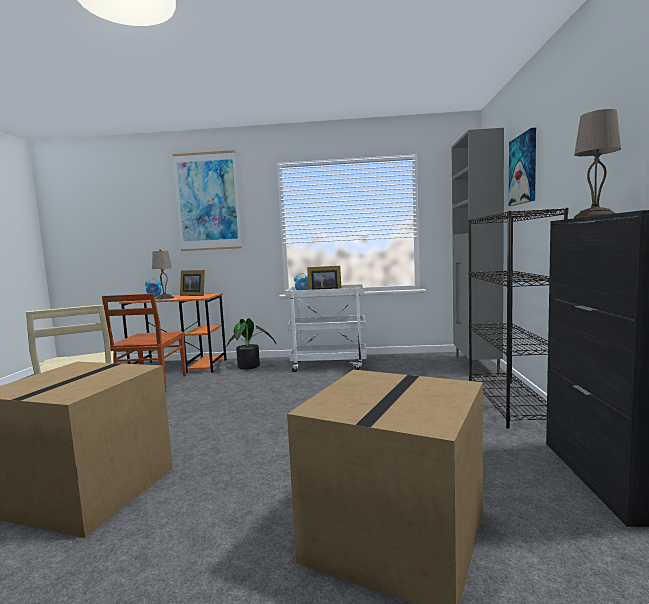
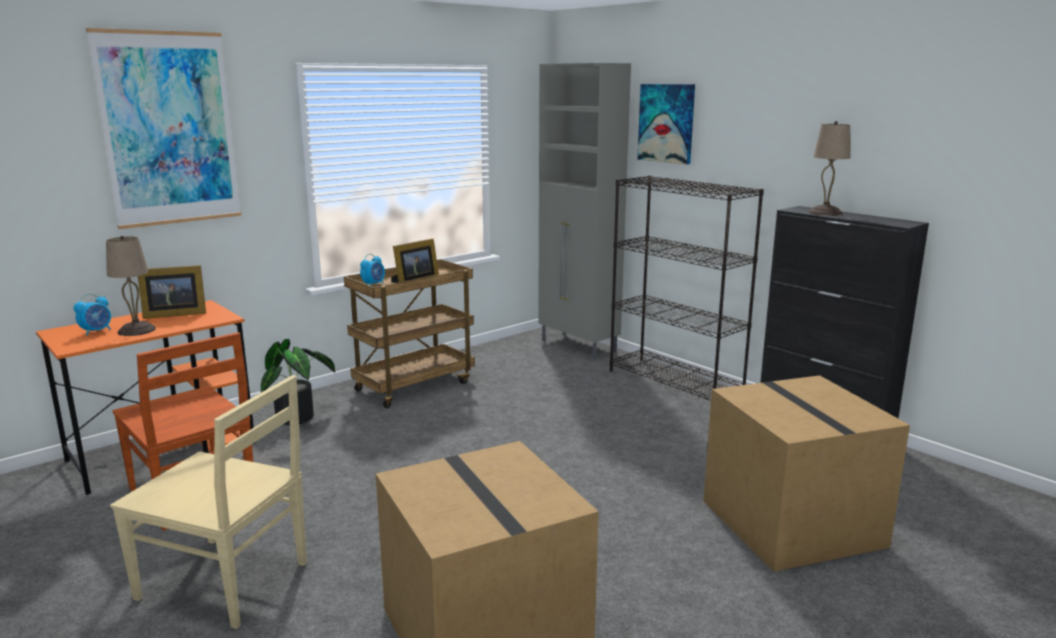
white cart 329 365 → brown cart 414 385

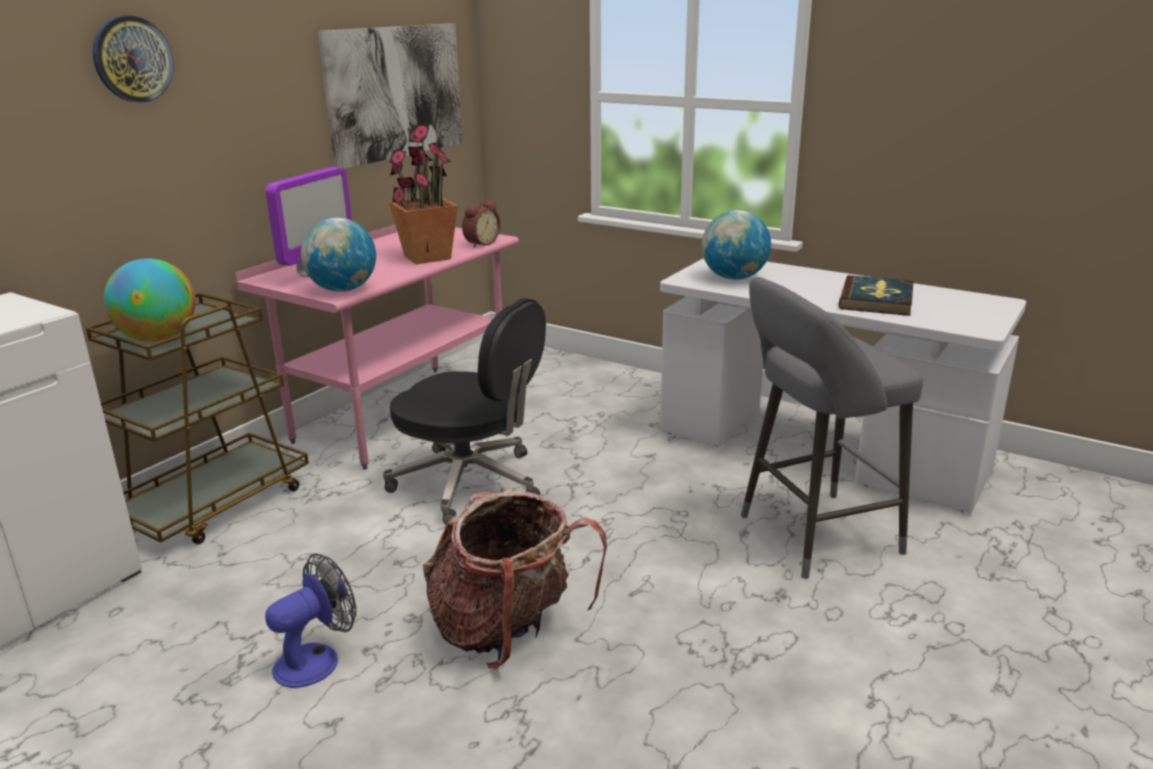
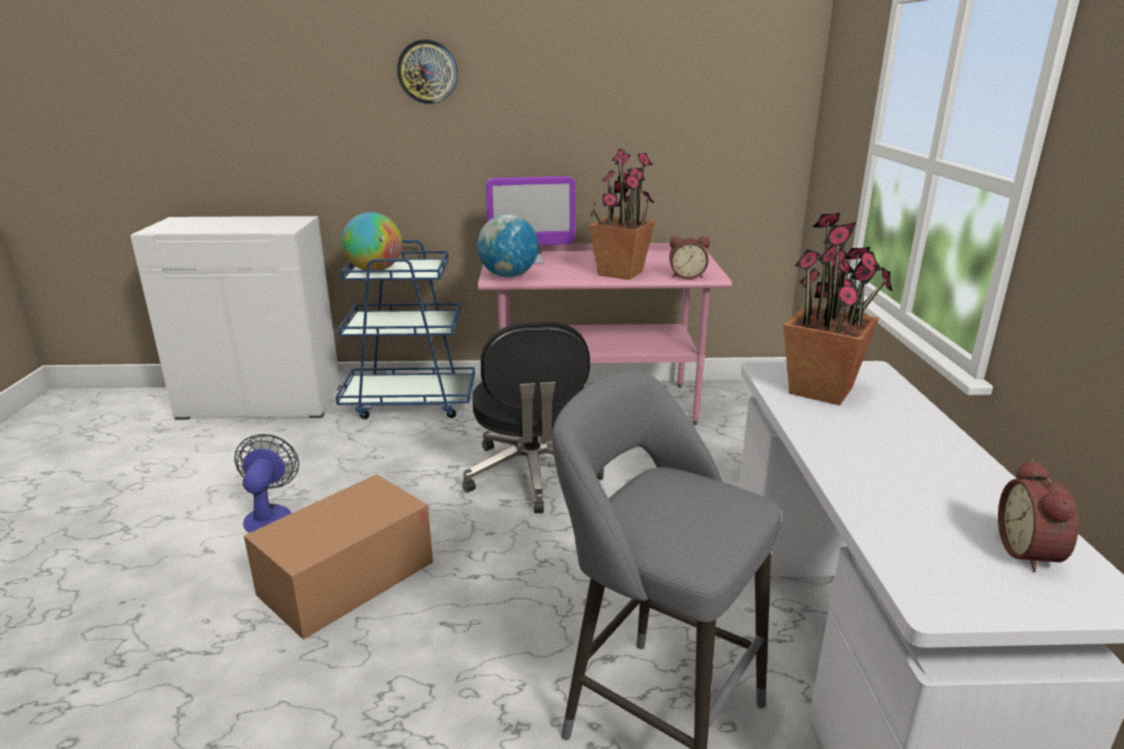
picture 396 92 → -
bound book 877 300 → -
- → bedside clock 1031 553
knapsack 508 631 → cardboard box 347 578
globe 734 278 → potted plant 822 390
brown cart 214 504 → bluish cart 410 402
cooling fan 316 659 → cooling fan 269 514, 105 degrees counterclockwise

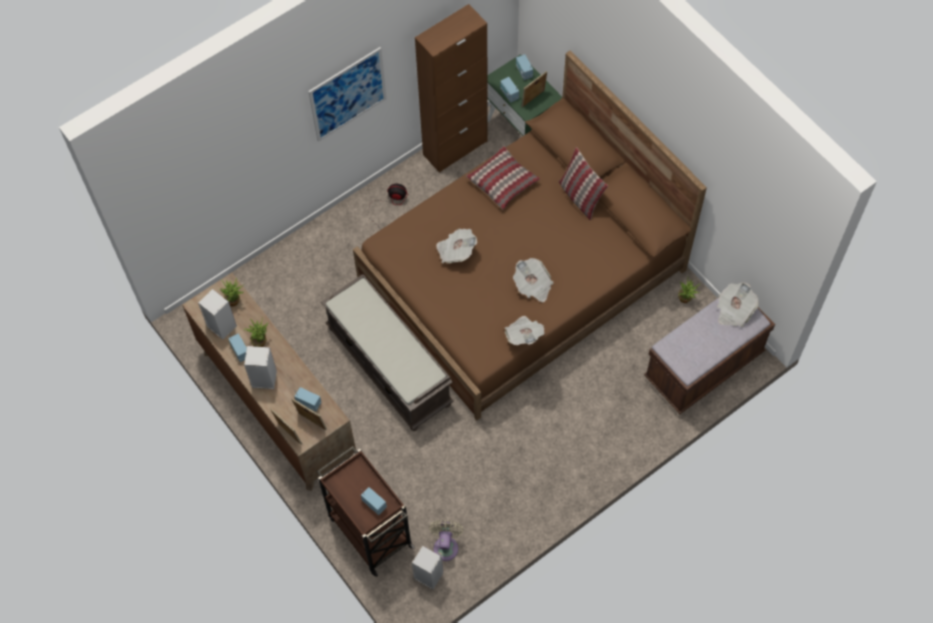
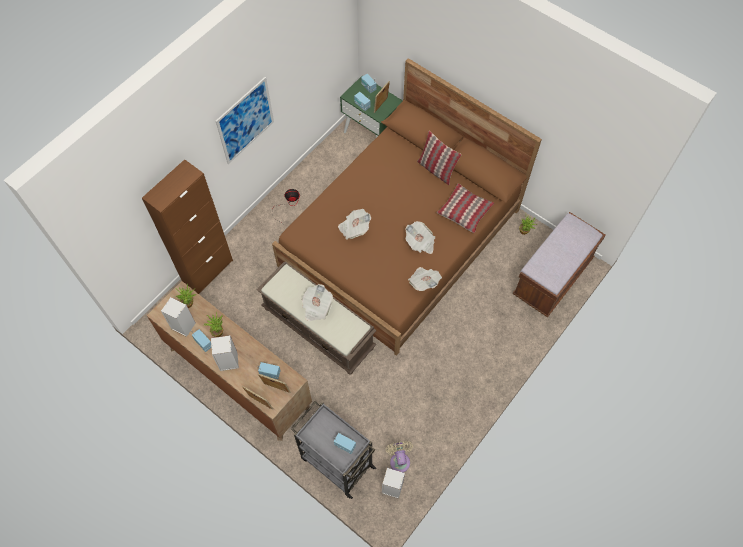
brown storage cabinet 455 148 → brown storage cabinet 208 271, relocated
throw pillow 502 182 → throw pillow 464 211, relocated
printed paper 734 310 → printed paper 316 307, relocated
brown cart 369 530 → greyish cart 336 462

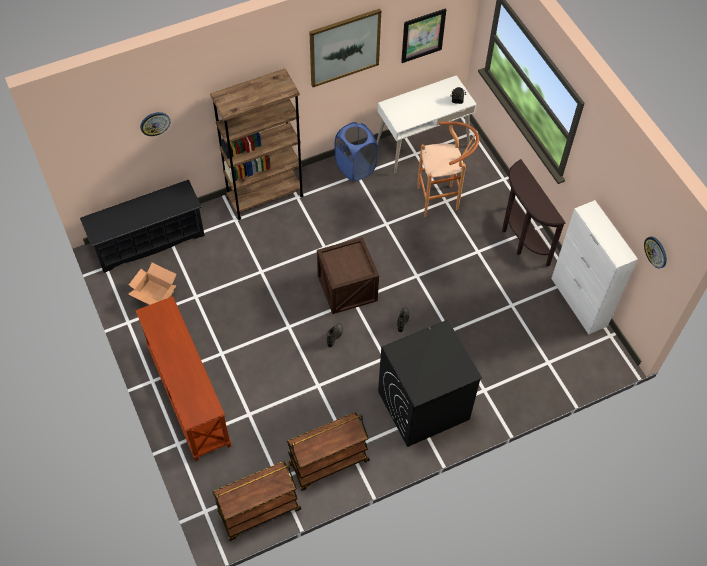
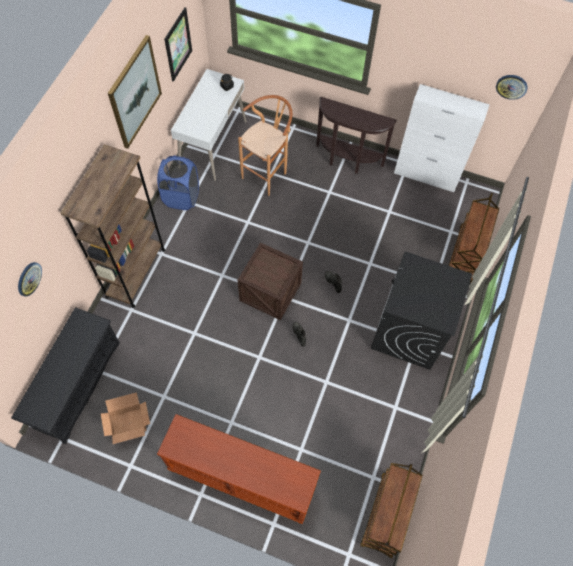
brown cart 328 463 → brown cart 465 255, relocated

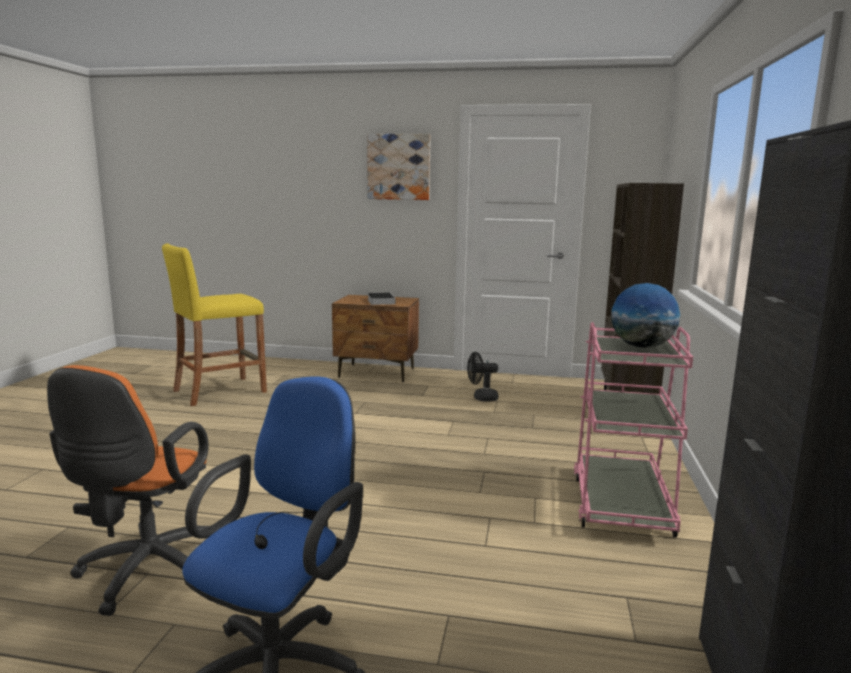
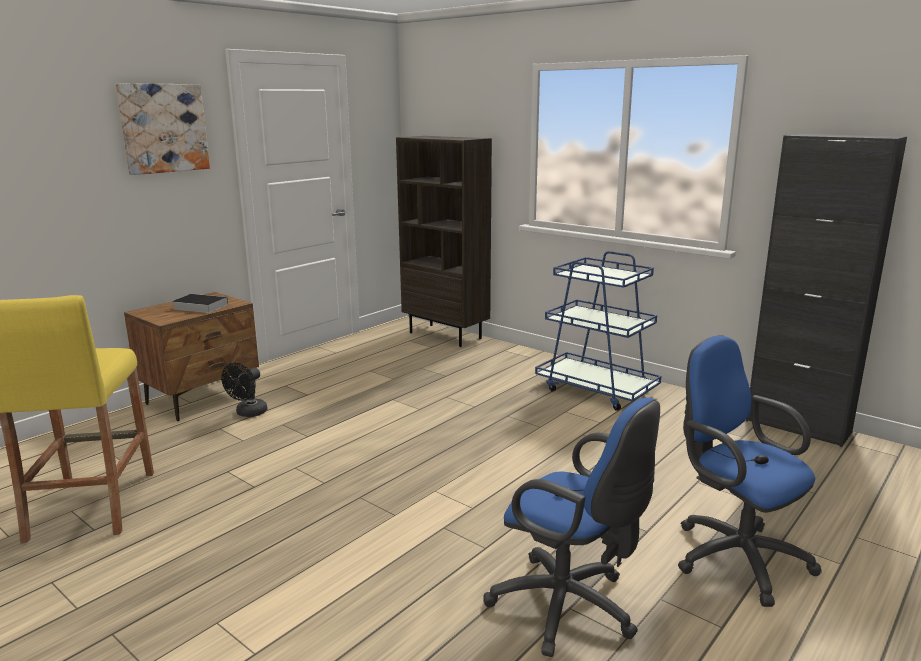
globe 642 347 → -
black-coloured cooling fan 481 398 → black-coloured cooling fan 248 413, relocated
orange-coloured desk chair 145 574 → bluish desk chair 570 609
pink-coloured cart 621 504 → bluish cart 596 390

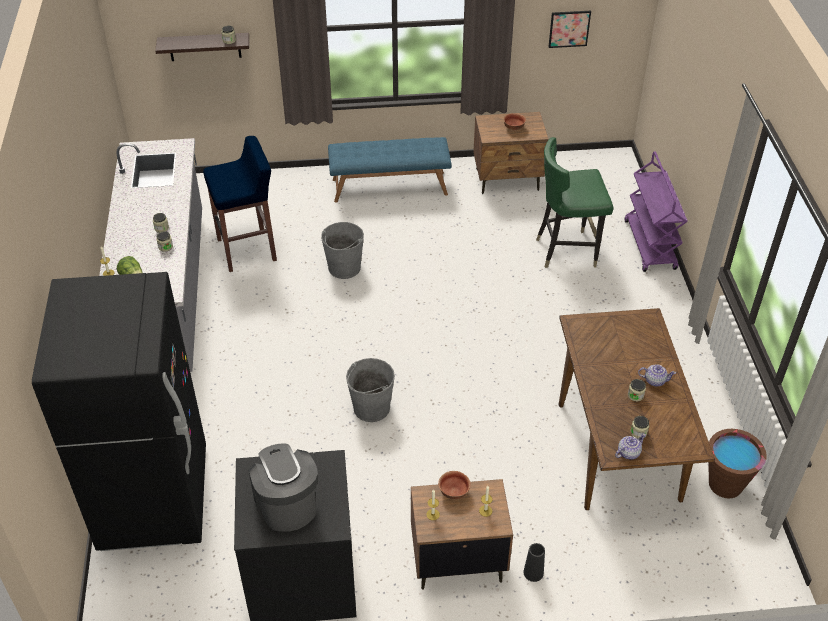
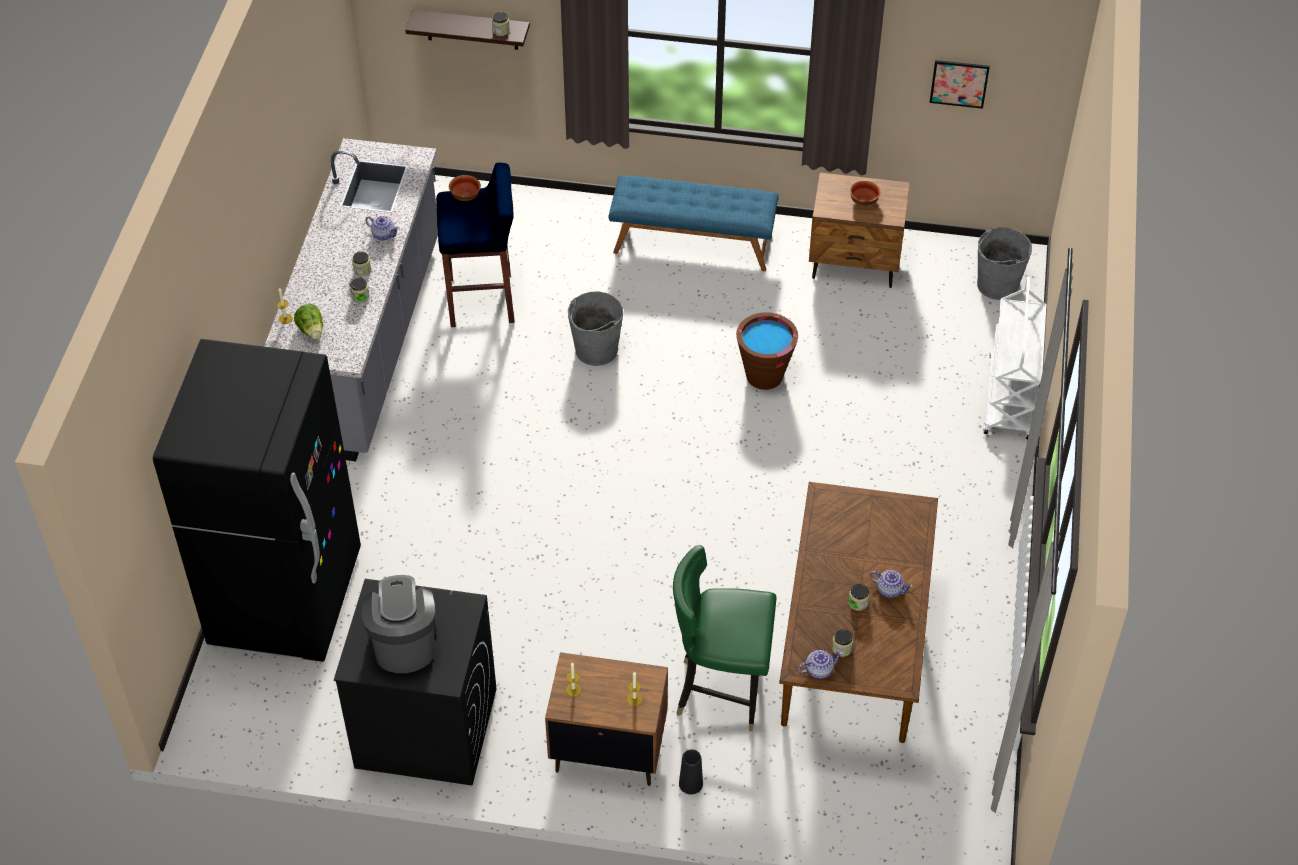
- → pot for tea 383 234
greyish bucket 371 408 → greyish bucket 997 285, relocated
deep dish 454 491 → deep dish 465 196, relocated
greenish chair 567 250 → greenish chair 721 691, relocated
brown bucket 725 484 → brown bucket 764 375, relocated
purple cart 650 245 → white cart 1009 398

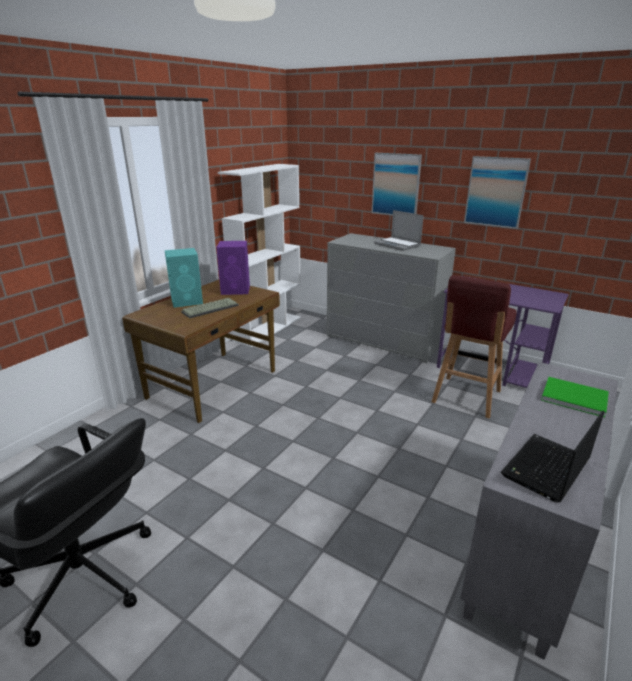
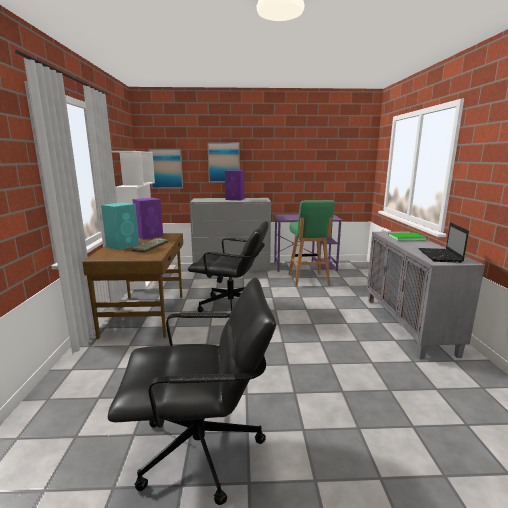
- → black-coloured desk chair 231 306
picture 496 192 → picture 166 168, relocated
portable computer 398 245 → purple audio speaker 235 199
red stool seat 465 397 → greenish stool seat 308 280

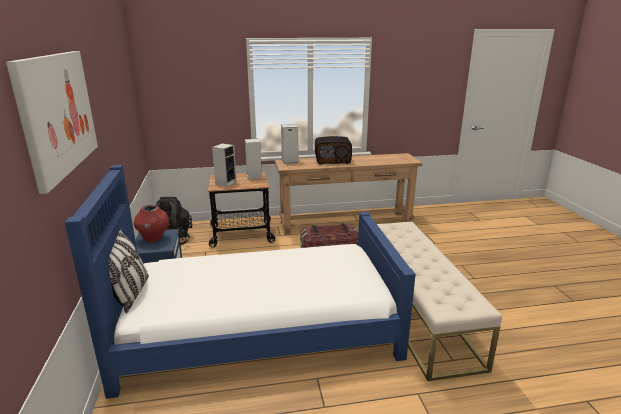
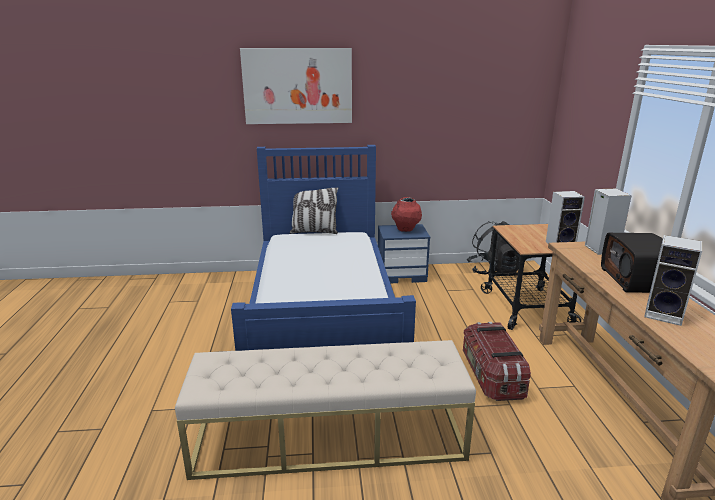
audio speaker 226 183 → audio speaker 665 315, relocated

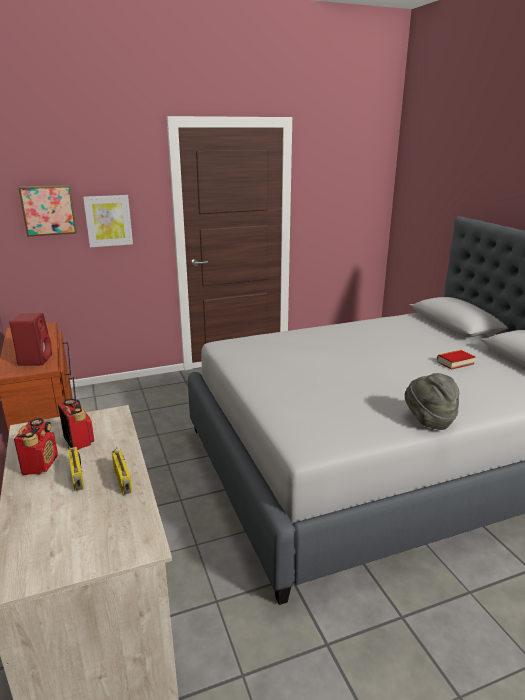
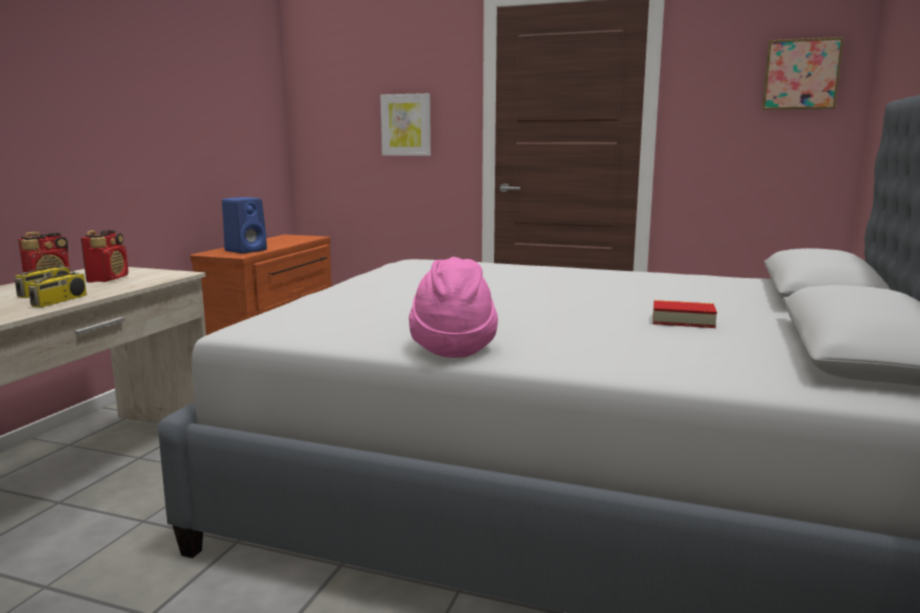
picture 48 210 → picture 801 74, relocated
red audio speaker 35 359 → bluish audio speaker 246 250
greyish hat 428 420 → pink-coloured hat 453 347

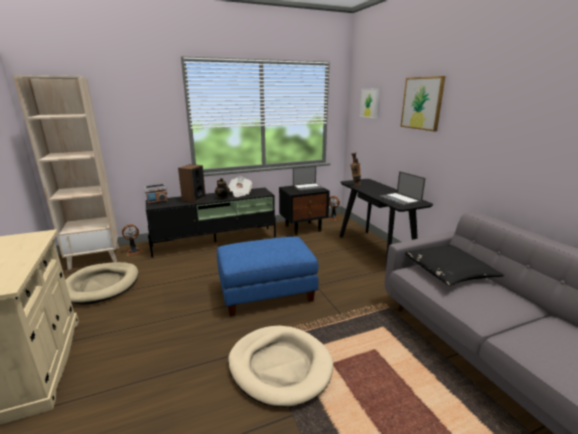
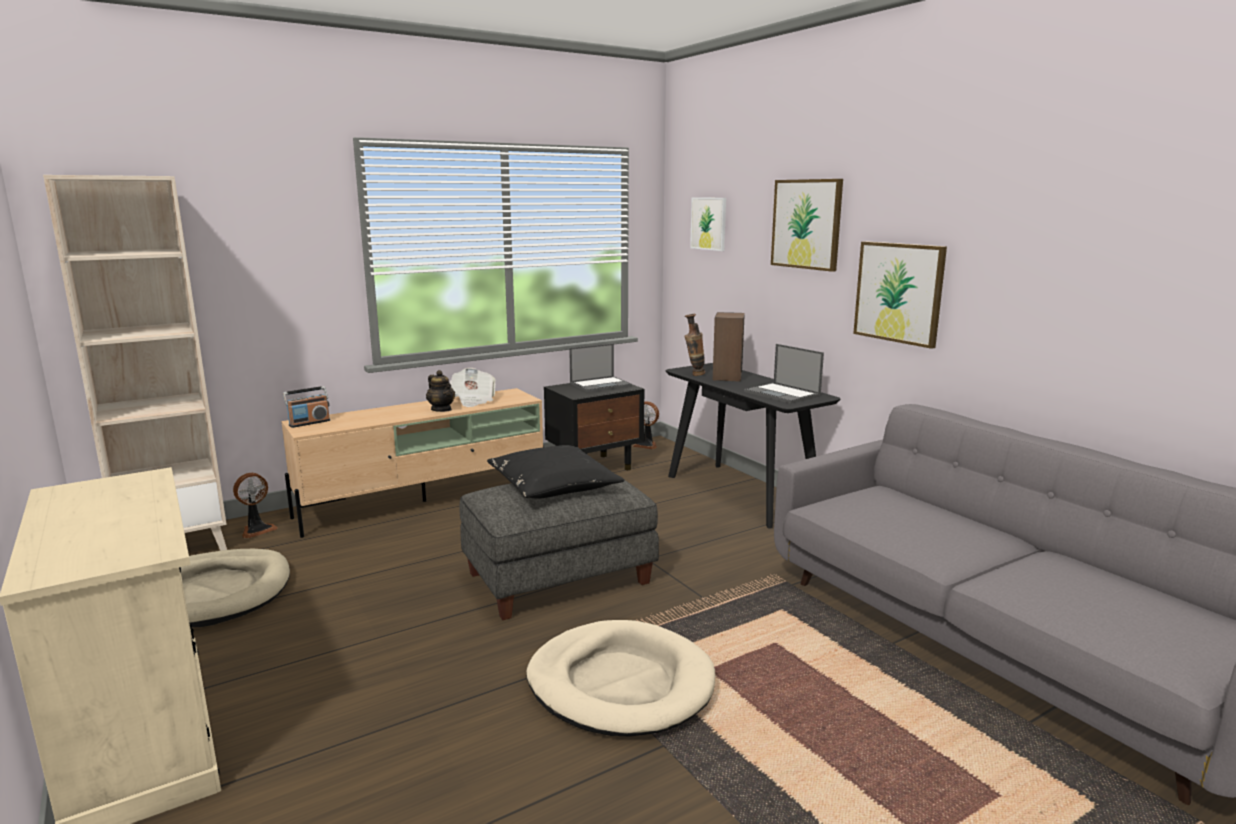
- → picture 899 292
audio speaker 193 199 → audio speaker 727 376, relocated
black-coloured throw pillow 448 272 → black-coloured throw pillow 554 485, relocated
black-coloured tv stand 216 241 → beige-coloured tv stand 426 501
bluish ottoman 266 292 → greyish ottoman 559 577

